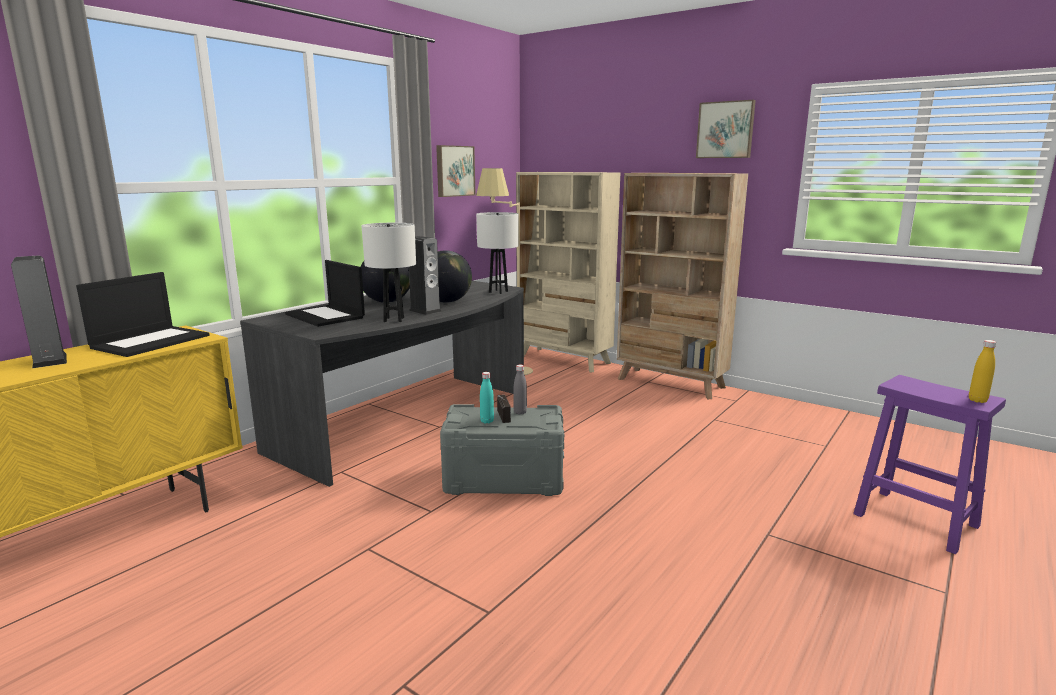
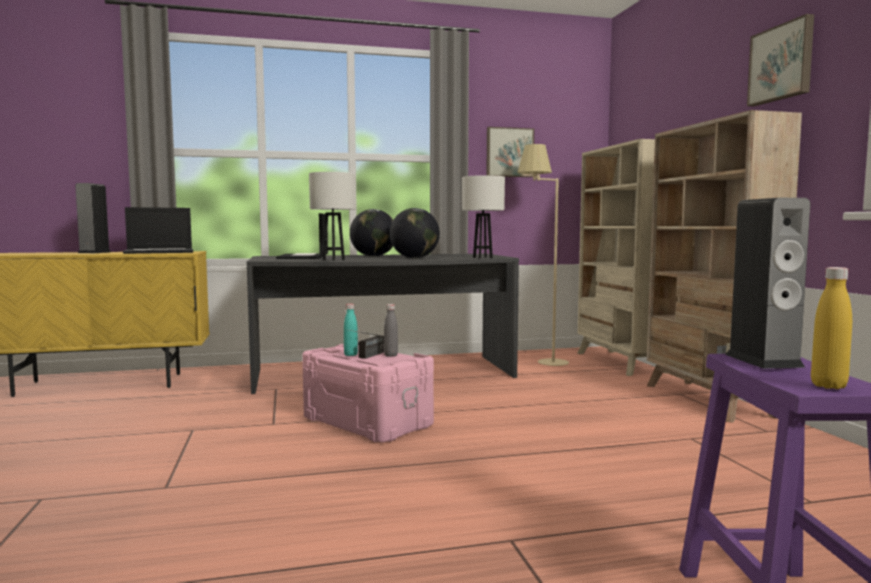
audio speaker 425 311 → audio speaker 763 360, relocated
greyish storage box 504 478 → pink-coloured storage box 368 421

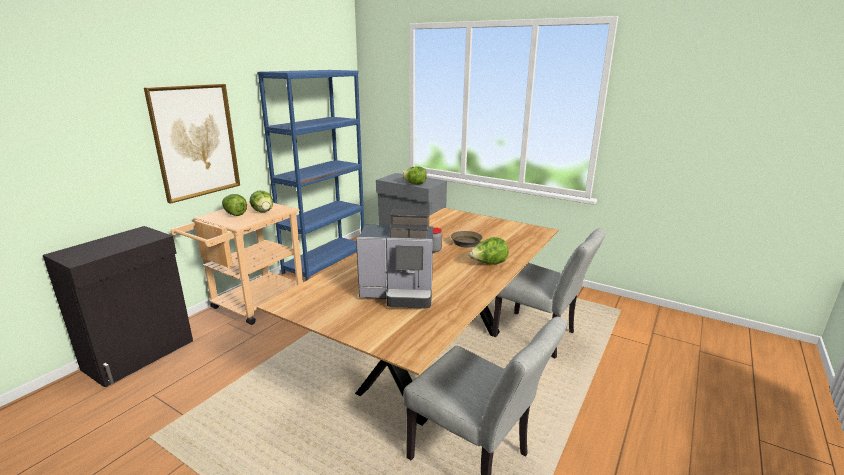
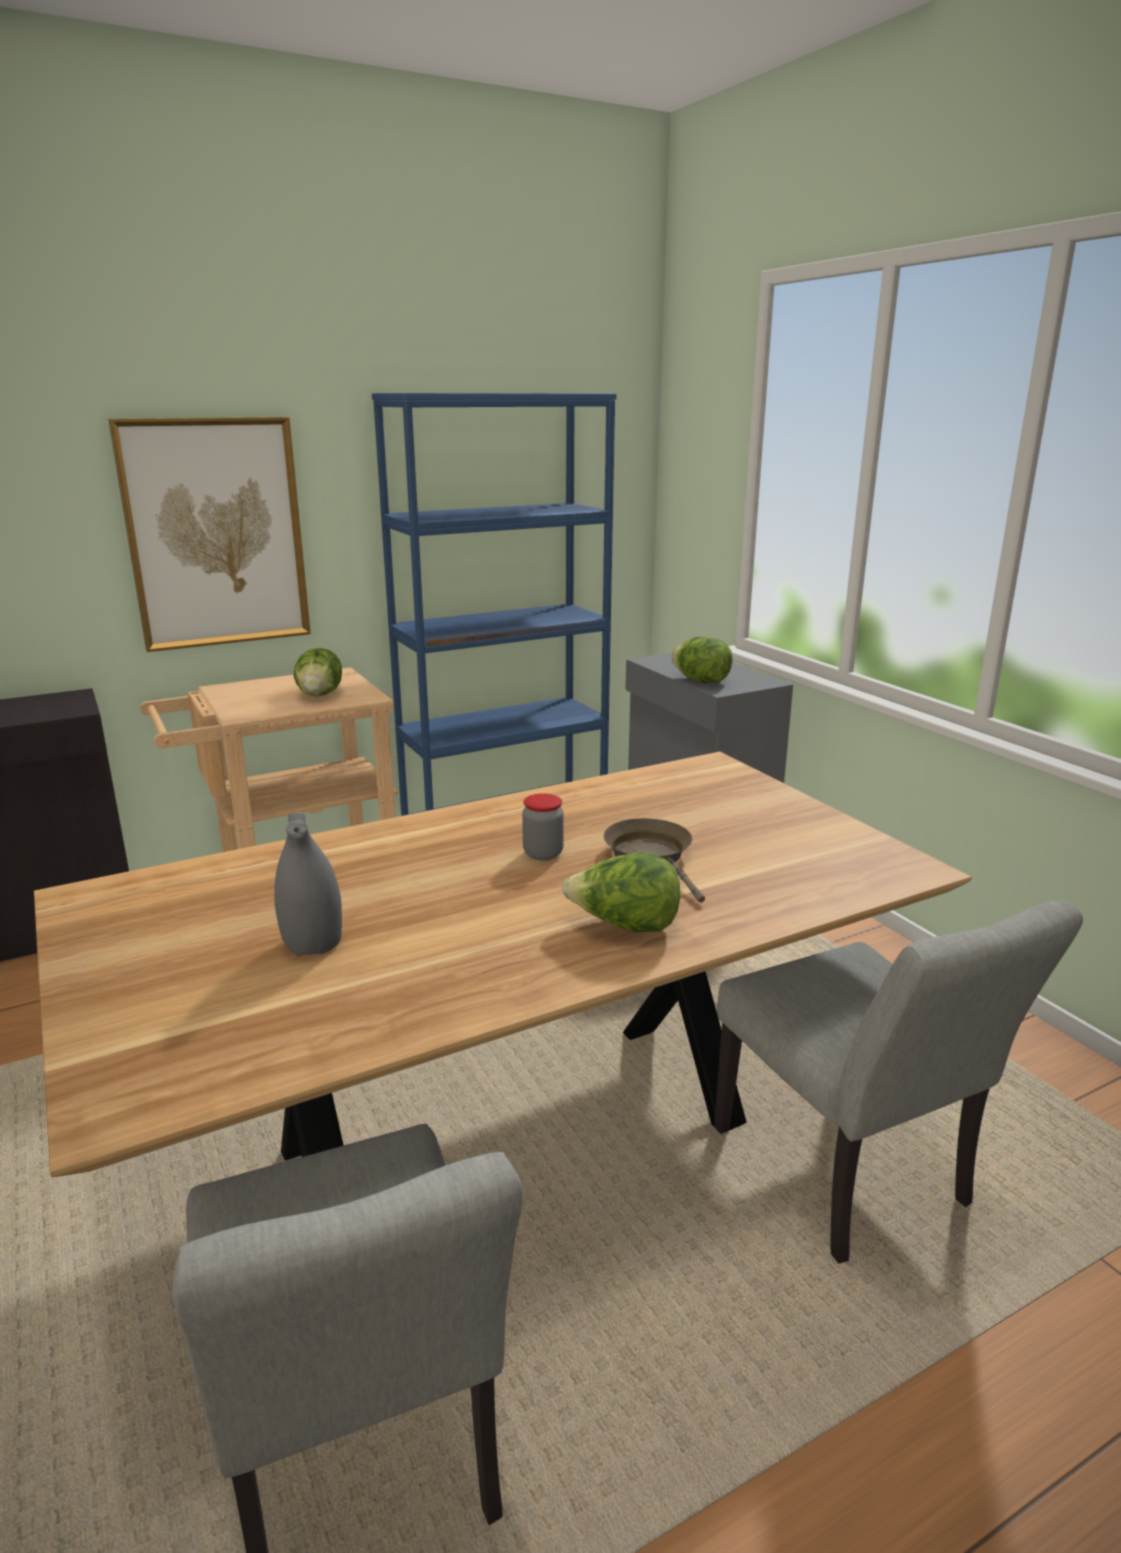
head of lettuce 235 214 → -
coffee brewer 400 293 → greyish vase 312 944

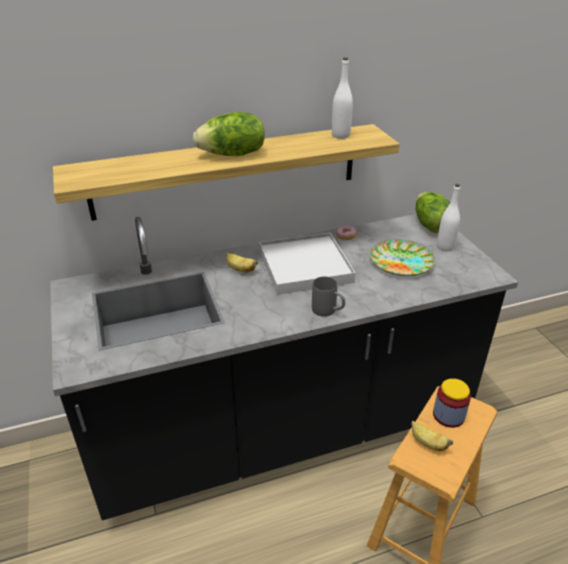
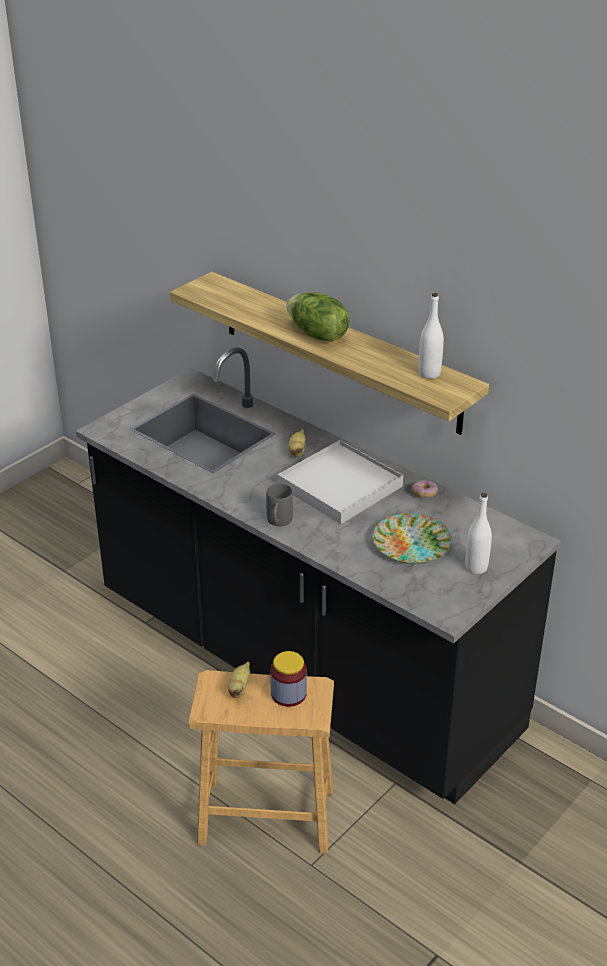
head of lettuce 430 225 → -

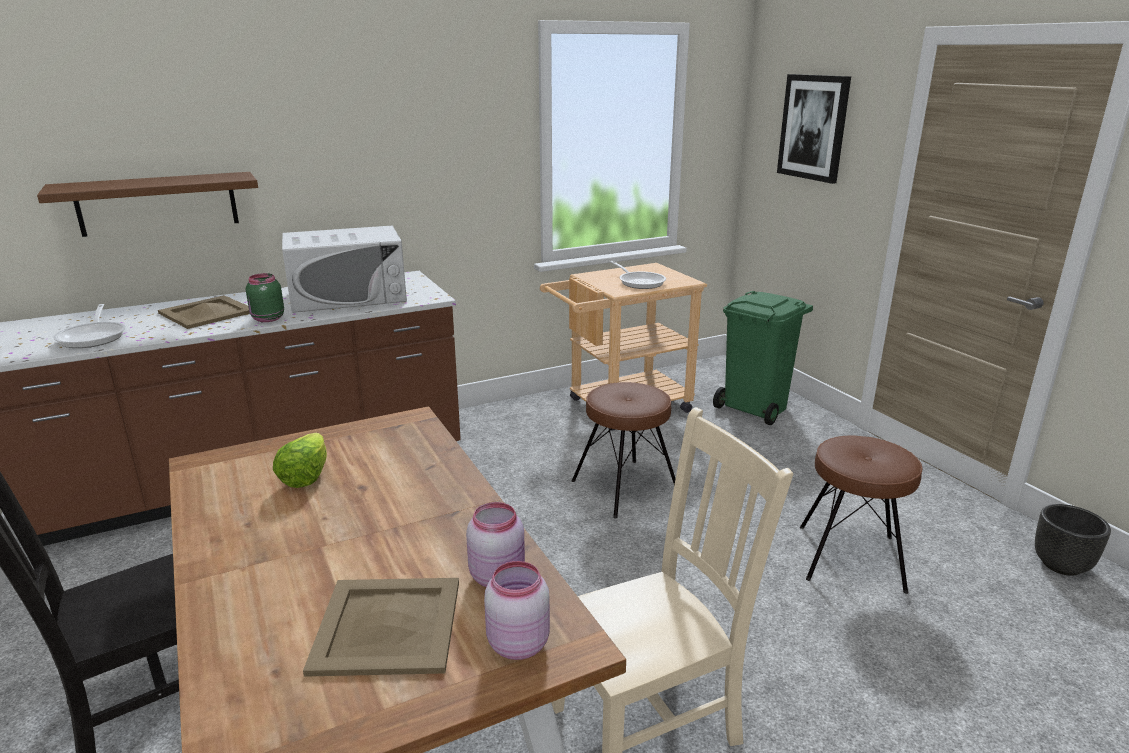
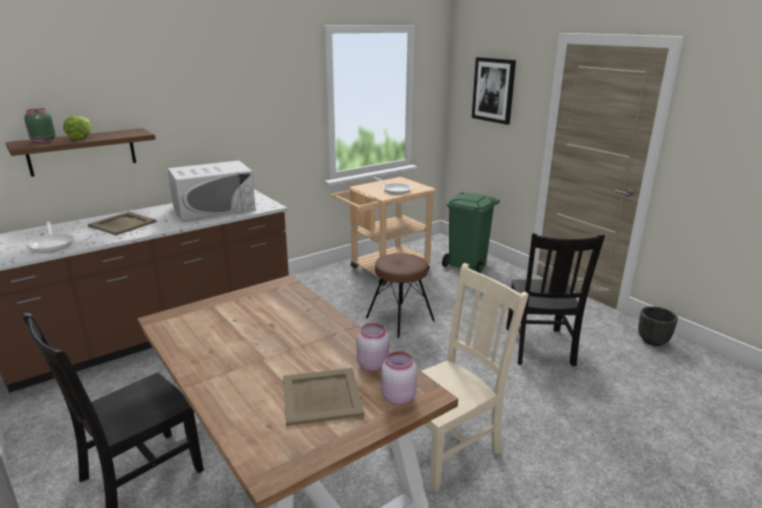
greenish jar 267 319 → greenish jar 42 141, relocated
head of lettuce 306 476 → head of lettuce 81 137, relocated
brown stool seat 849 558 → black-coloured chair 539 347

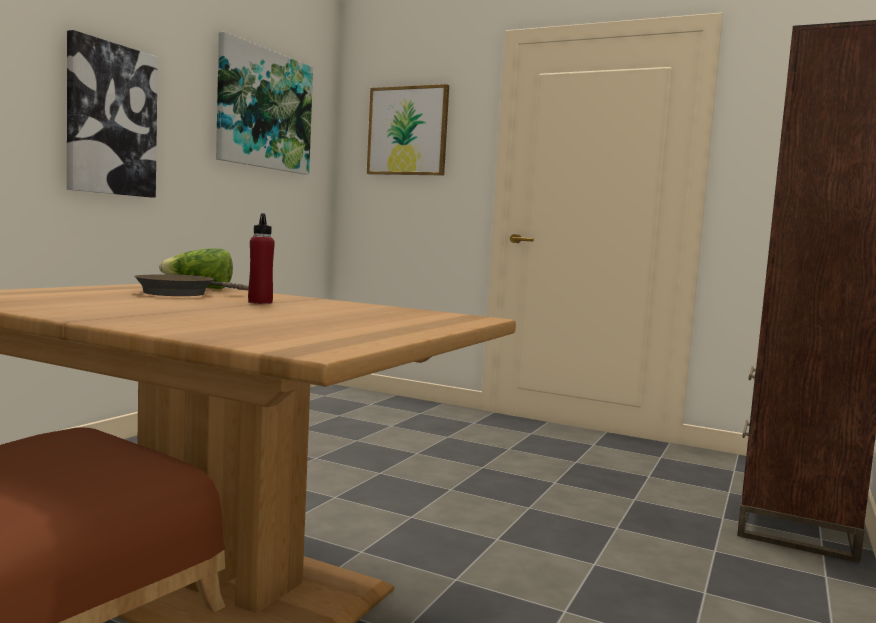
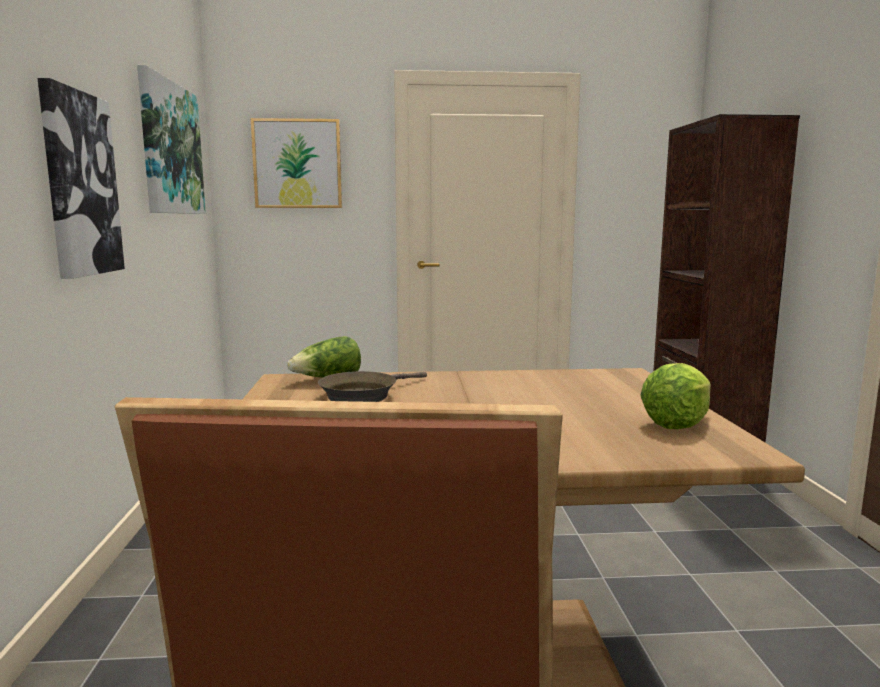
red bottle 260 302 → -
- → head of lettuce 677 423

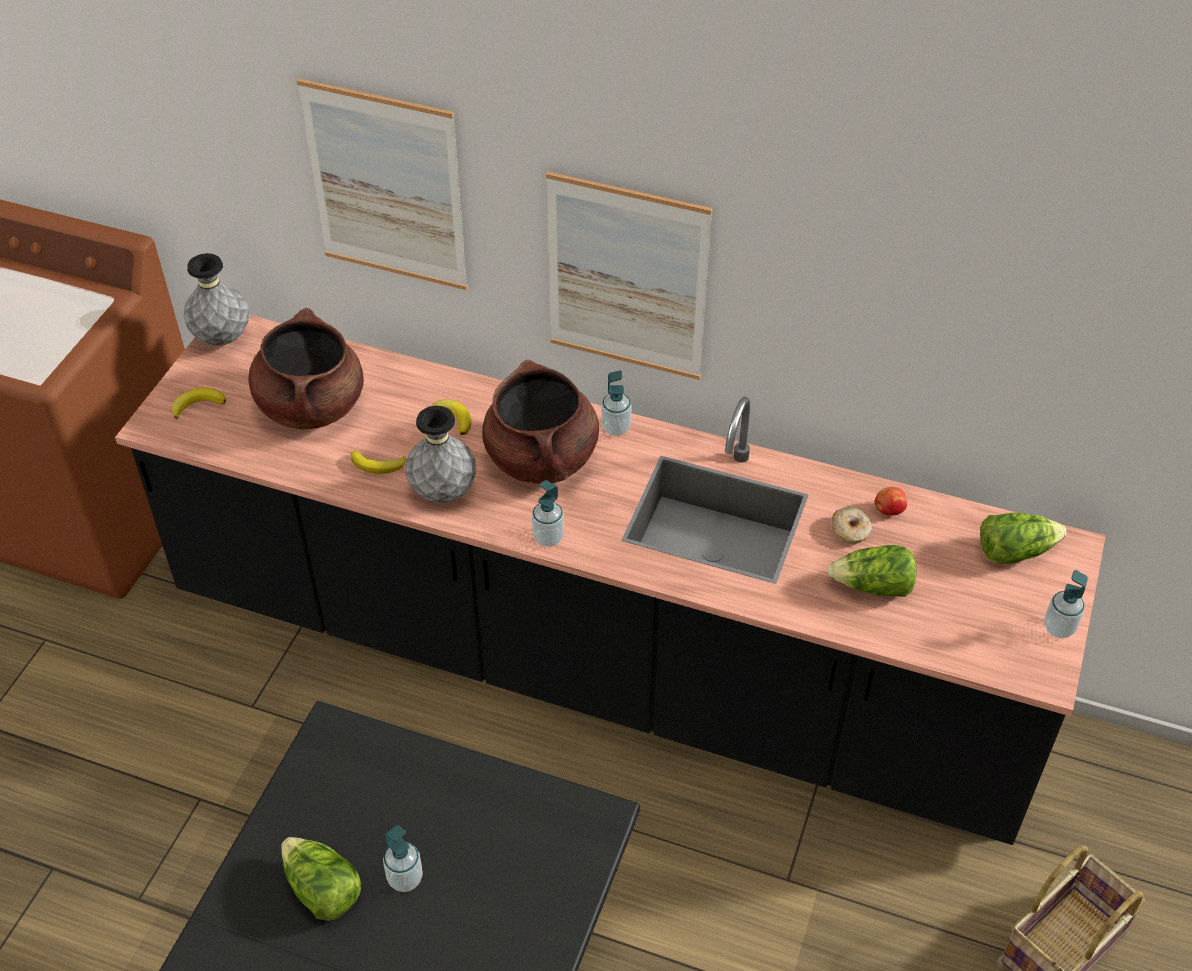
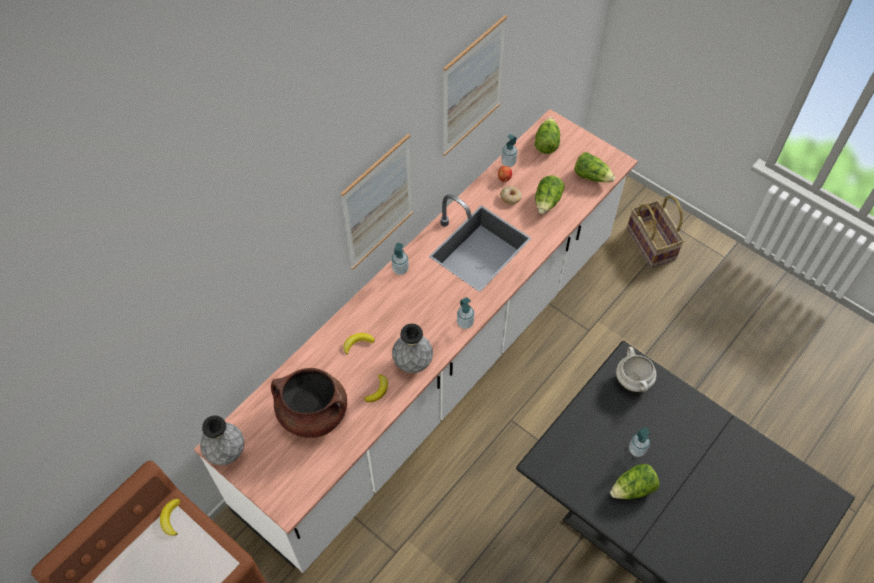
brown saucepot 542 458 → -
- → head of lettuce 592 176
- → white saucepot 634 380
banana 198 405 → banana 171 518, relocated
picture 386 187 → picture 473 87, relocated
soap dispenser 1059 628 → soap dispenser 508 162, relocated
black-coloured kitchen counter 596 663 → white kitchen counter 437 369

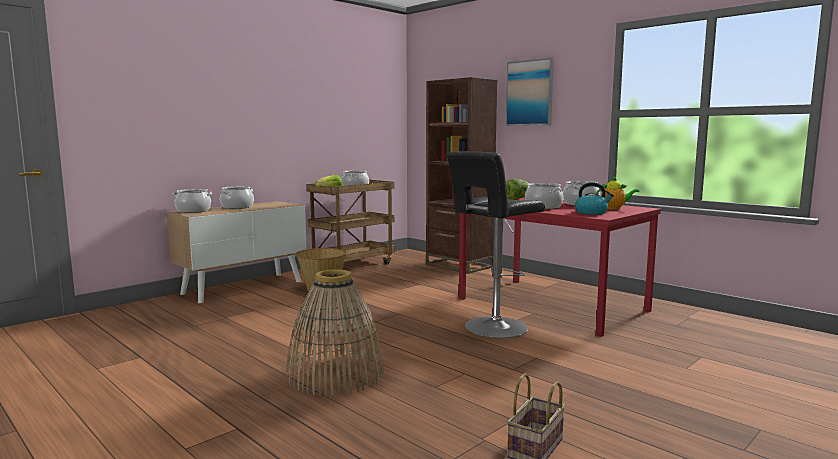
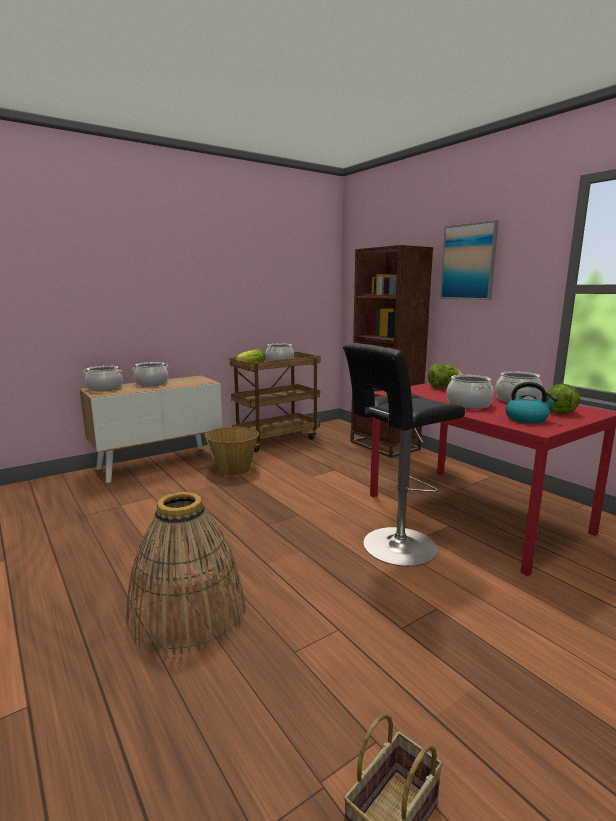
pot for tea 614 208 → head of lettuce 559 411

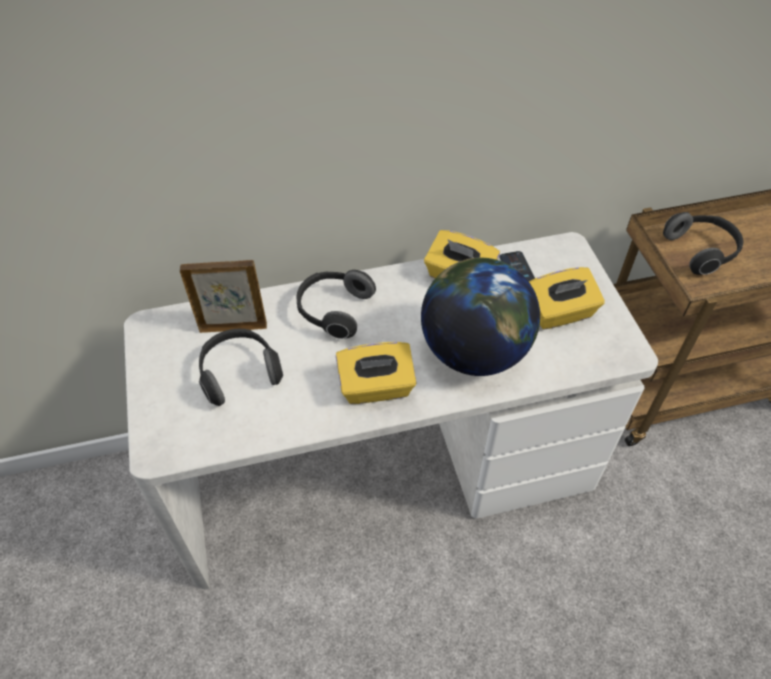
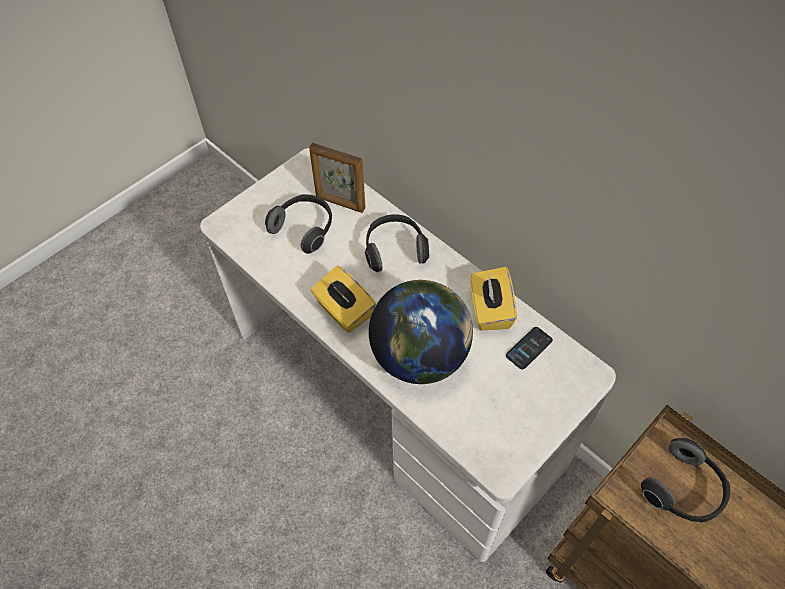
yellowish box of tissues 560 313 → -
photo frame 233 326 → photo frame 340 203, 150 degrees clockwise

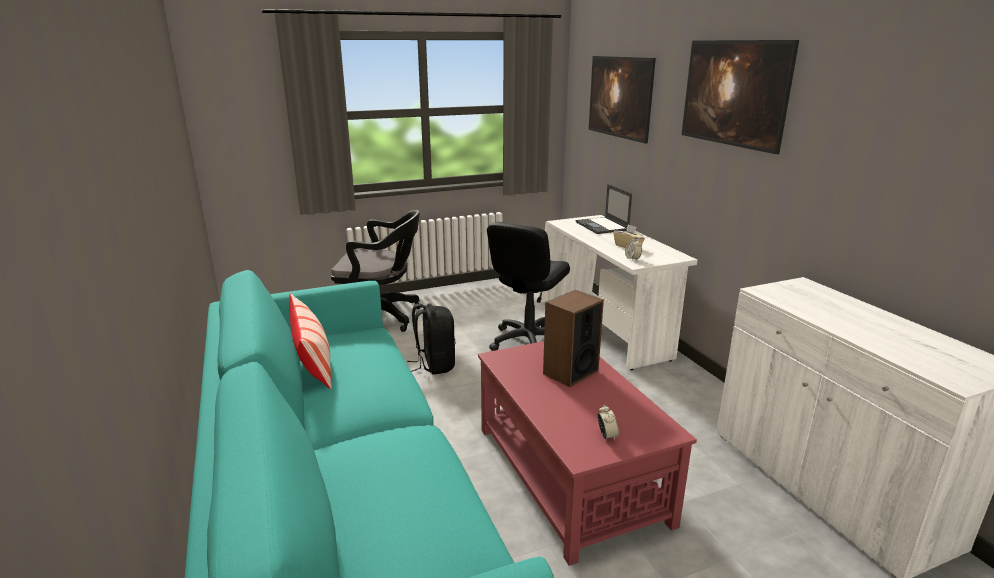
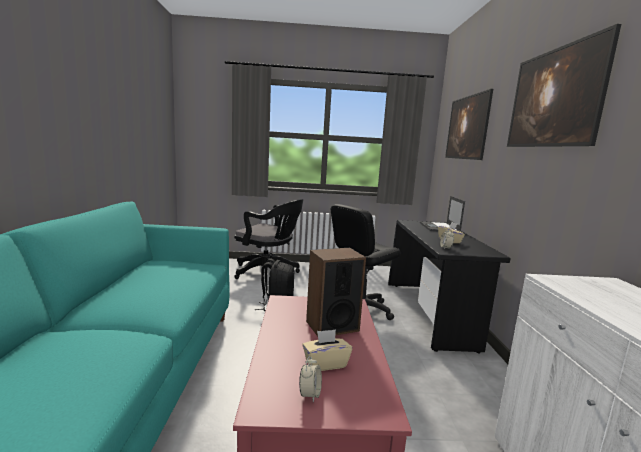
throw pillow 313 362 → -
- → beige-coloured box of tissues 325 363
white desk 604 328 → black-coloured desk 430 313

